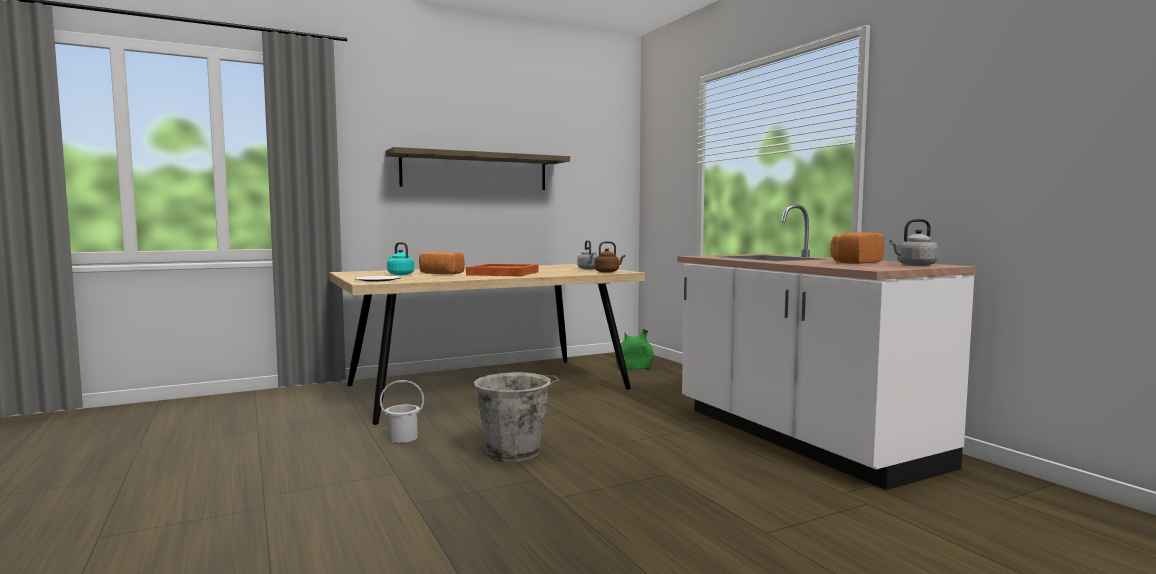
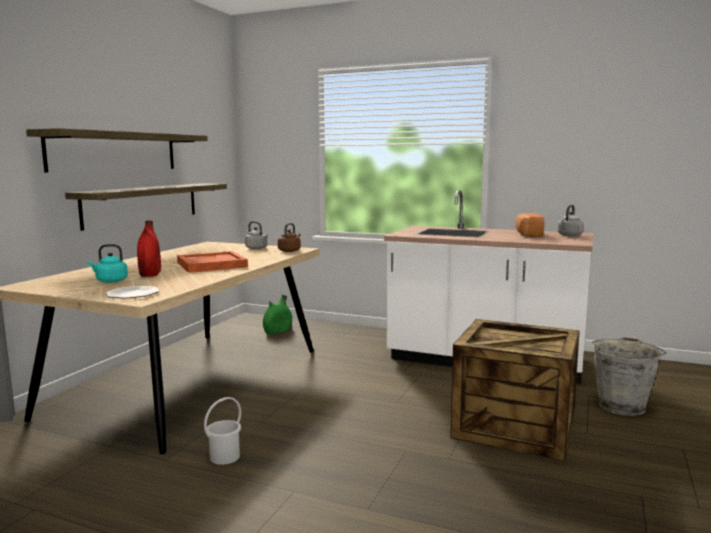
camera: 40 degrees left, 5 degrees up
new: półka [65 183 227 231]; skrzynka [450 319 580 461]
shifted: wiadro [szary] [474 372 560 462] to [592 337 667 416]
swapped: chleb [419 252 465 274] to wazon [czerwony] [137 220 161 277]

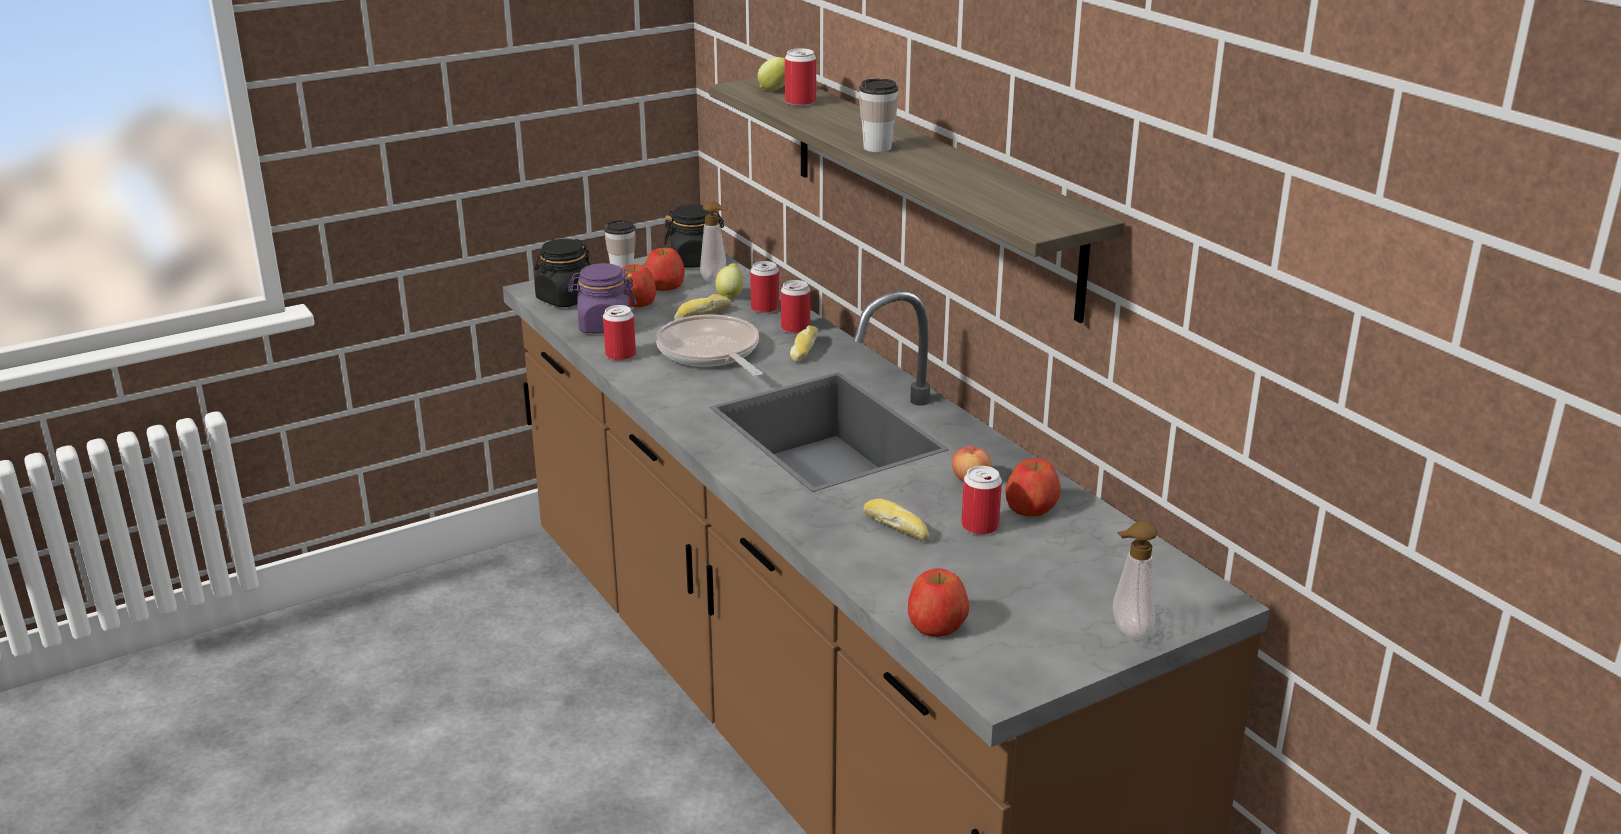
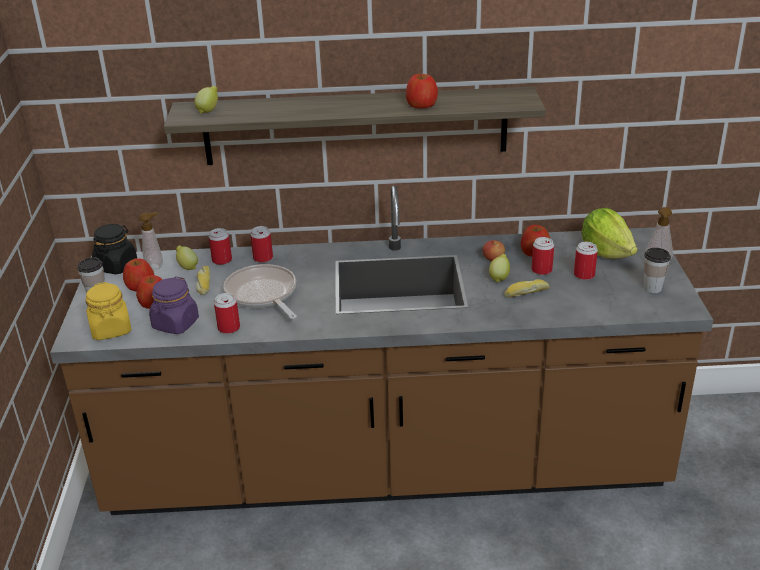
camera: 60 degrees left, 5 degrees up
gone: chleb [790 325 818 363]
new: cytryna [489 254 510 283]; sałata [581 208 638 259]
shifted: puszka [785 48 816 106] to [574 242 598 280]; filiżanka [859 78 898 152] to [644 248 671 293]; jabłko [908 568 969 637] to [406 74 438 108]
repainted: słoik [czarny] [534 239 590 307] to słoik [żółty] [86 282 132 340]
rotated: patelnia [656 314 763 377] = [223 264 297 319] 60 degrees clockwise

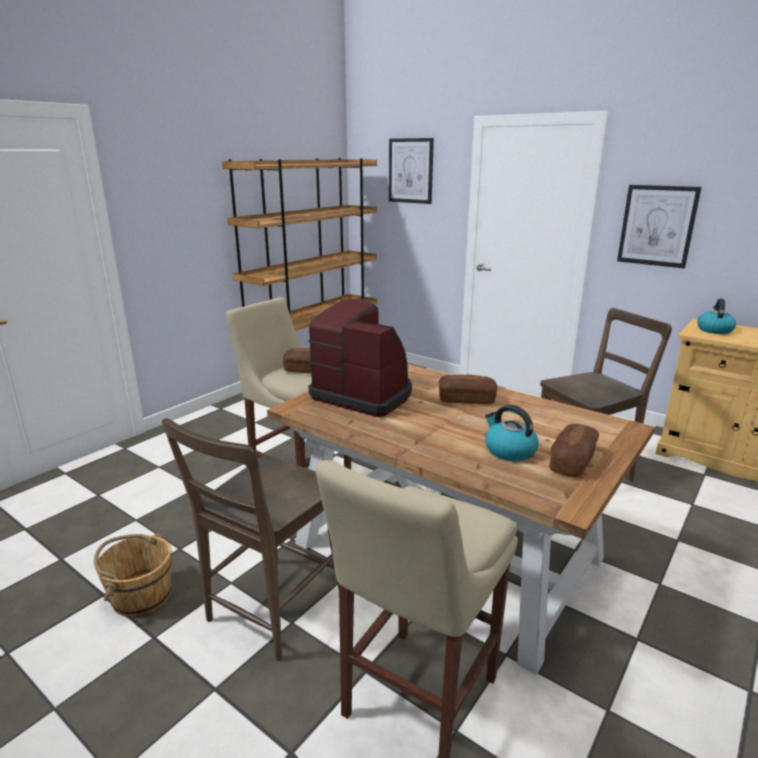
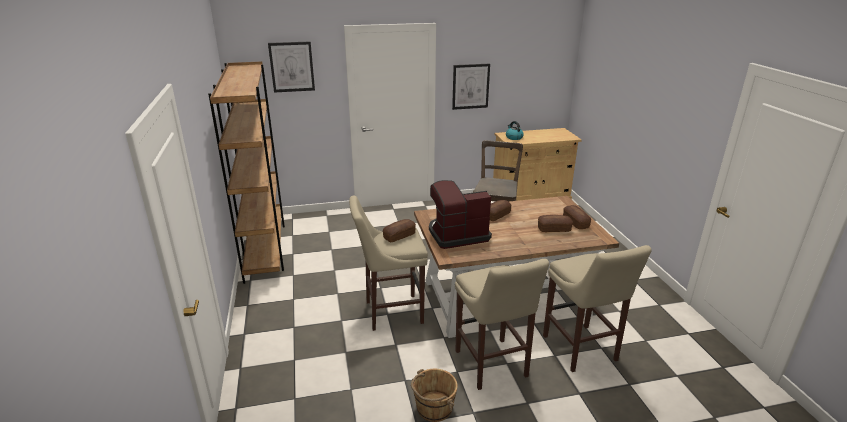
camera: 50 degrees left, 5 degrees up
swapped: krzesło [brązowy] [162 418 339 661] to stołek [beżowy] [455 259 549 390]; czajnik [485 405 539 461] to chleb [538 215 573 232]

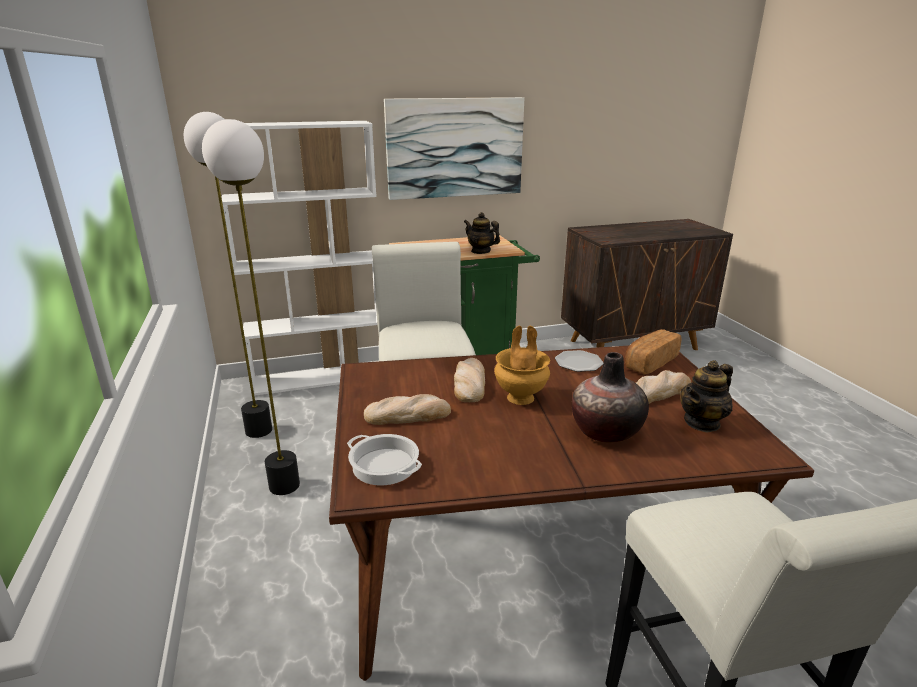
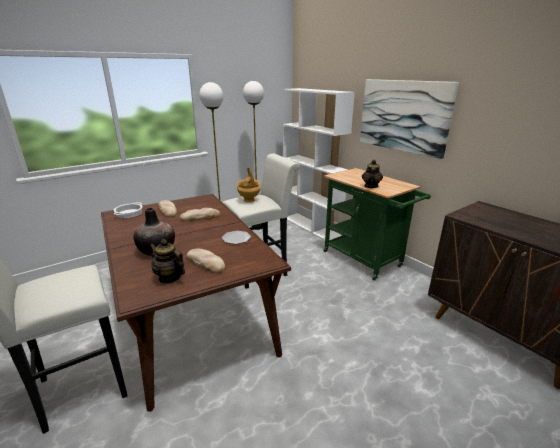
camera: 70 degrees right, 0 degrees up
gone: chleb [625 329 681 374]
shifted: wazon [brązowy] [494 326 550 405] to [237 168 260 202]

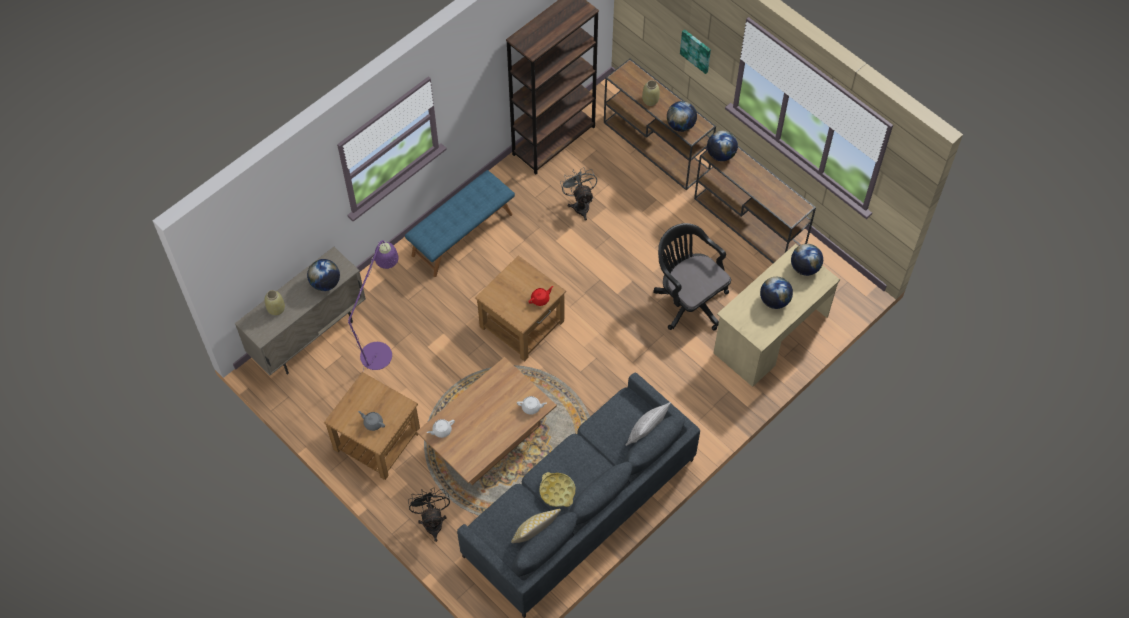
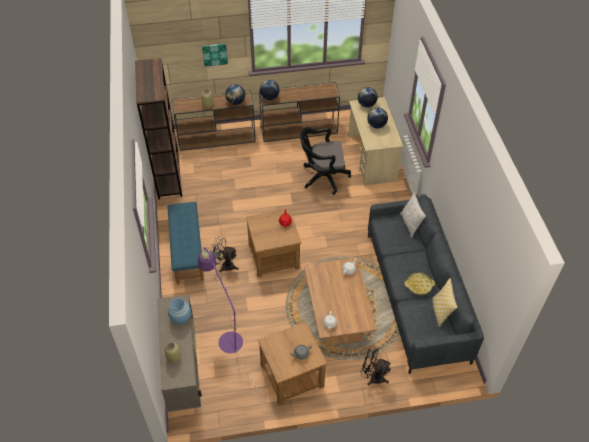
camera: 55 degrees left, 10 degrees down
shifted: wentylator [szary] [560 167 597 221] to [211 237 238 273]
swapped: globus [307 259 340 291] to wazon [niebieski] [168 298 191 324]

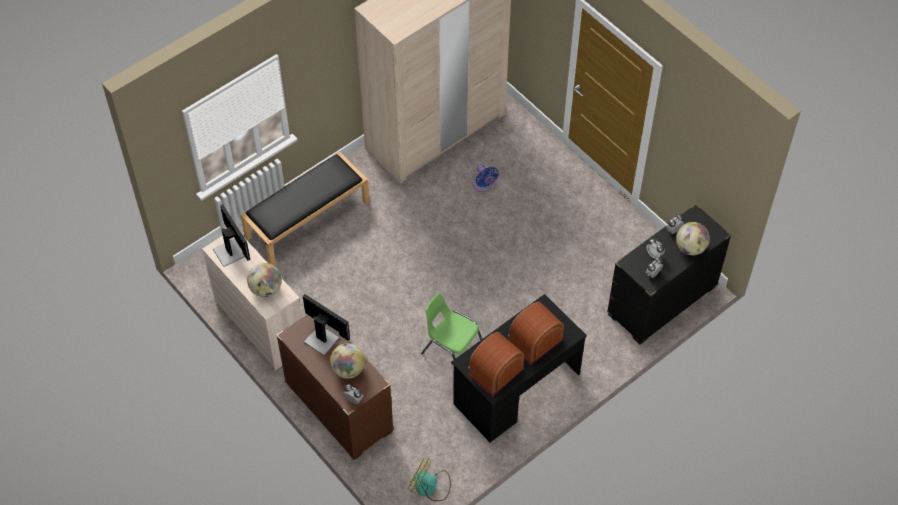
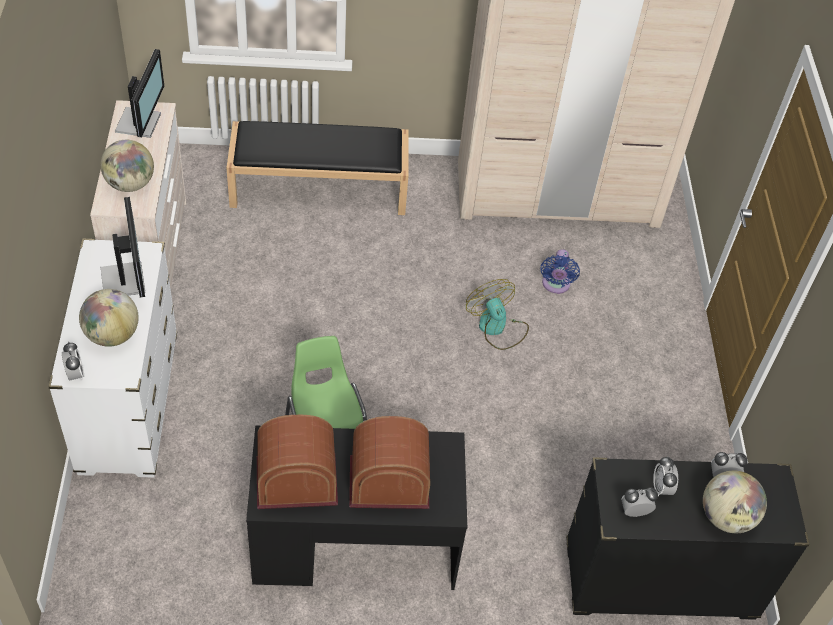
camera: 35 degrees right, 5 degrees down
shifted: wentylator [408 458 451 501] to [466 279 529 350]
repainted: komoda [brązowy] [276 315 394 460] to komoda [biały] [48 238 177 478]

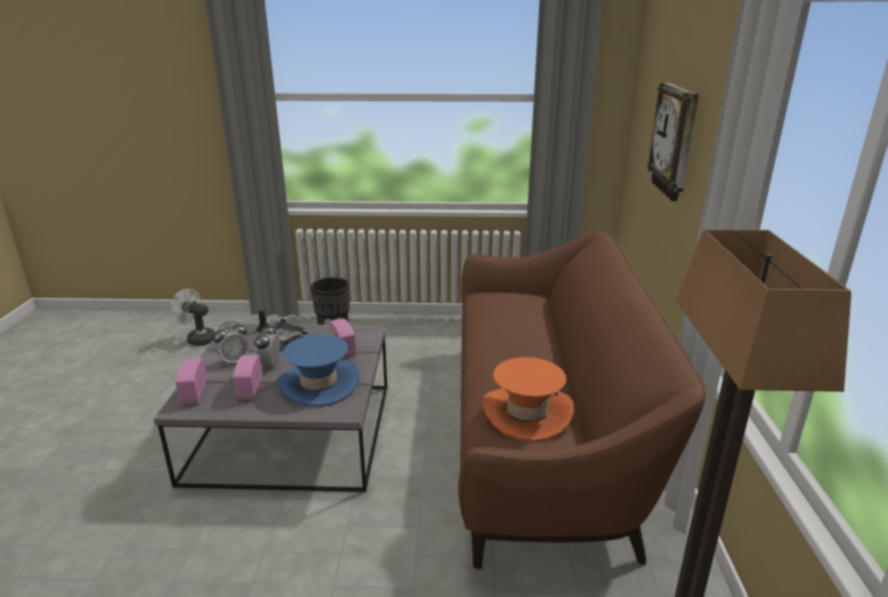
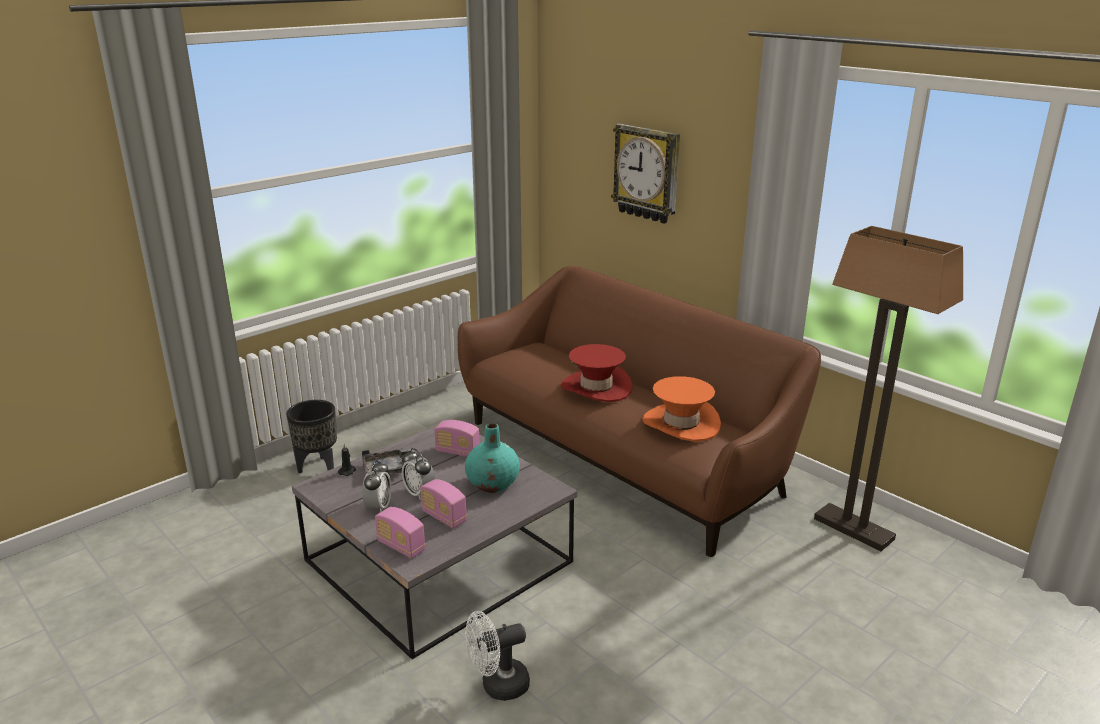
camera: 45 degrees left, 0 degrees up
new: kapelusz [czerwony] [560 344 633 402]
shifted: wentylator [biały] [171 289 215 346] to [465 611 530 701]
swapped: kapelusz [niebieski] [277 335 359 407] to wazon [turkusowy] [465 423 520 493]

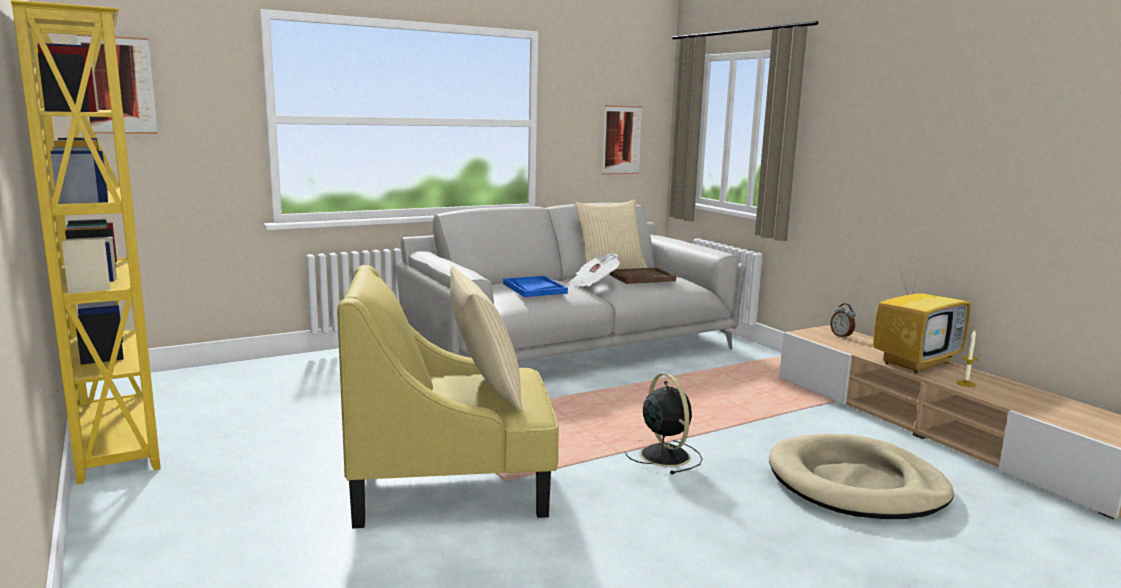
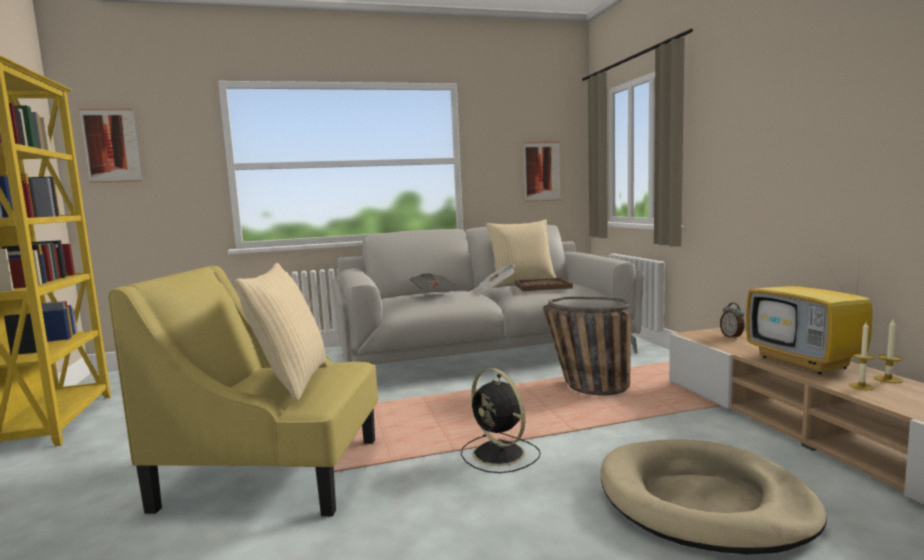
camera: 15 degrees right, 5 degrees down
new: koszyk [543 297 631 395]; świeca [874 320 903 383]
swapped: taca [niebieski] [503 276 568 297] to gazeta [410 274 455 293]
rotated: wentylator [czarny] [625 373 703 474] = [461 368 541 473] 150 degrees clockwise; telewizor [873 249 970 373] = [746 238 872 374] 90 degrees clockwise

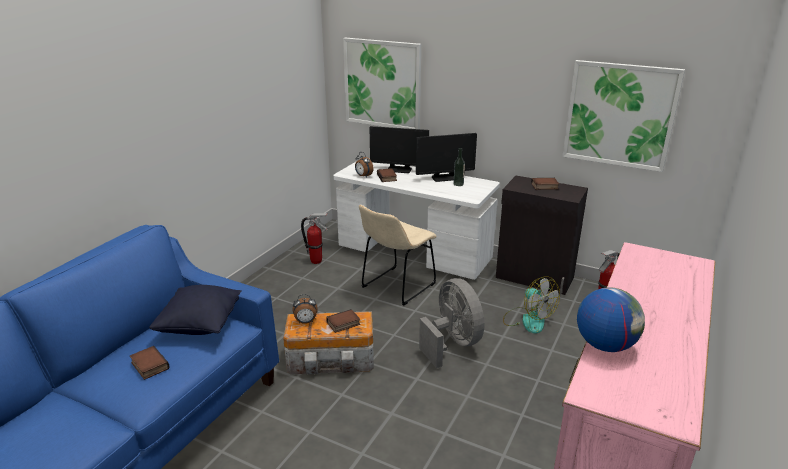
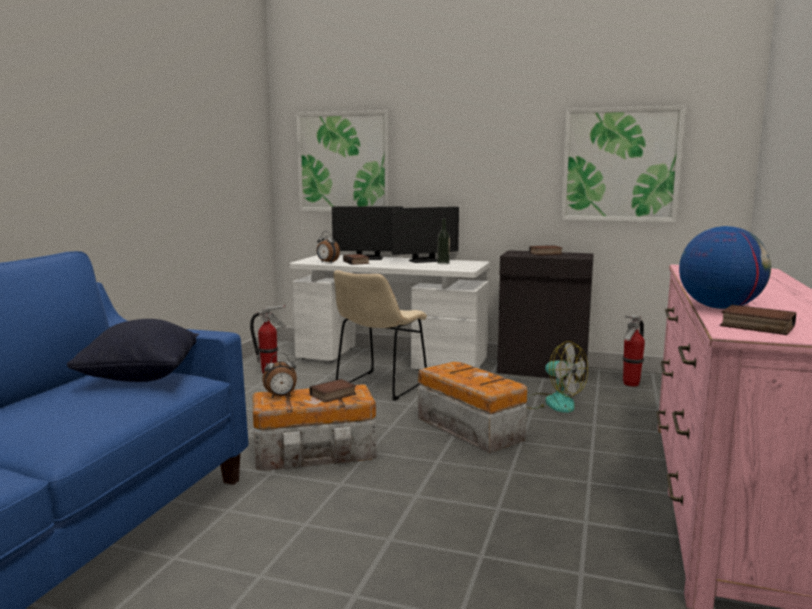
camera: 10 degrees left, 15 degrees down
shifted: książka [130 346 170 380] to [720 305 796 335]
swapped: wentylator [szary] [419 278 484 368] to pojemnik do przechowywania [418 362 527 453]

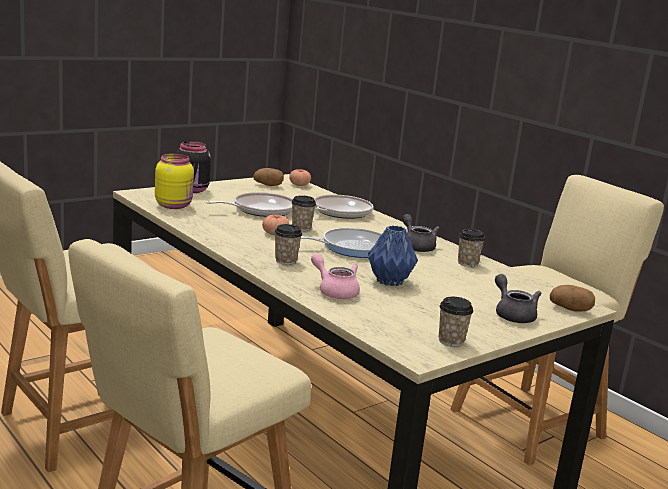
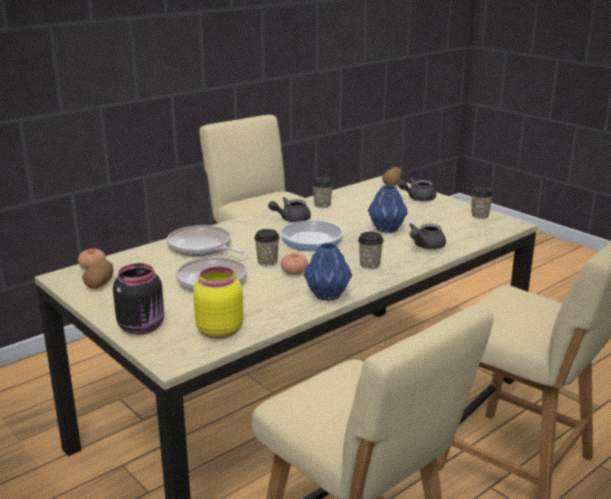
camera: 90 degrees left, 5 degrees up
new: wazon [niebieski] [304 243 352 301]
repainted: imbryk [różowy] [311 253 360 299] to imbryk [szary] [409 223 446 249]

